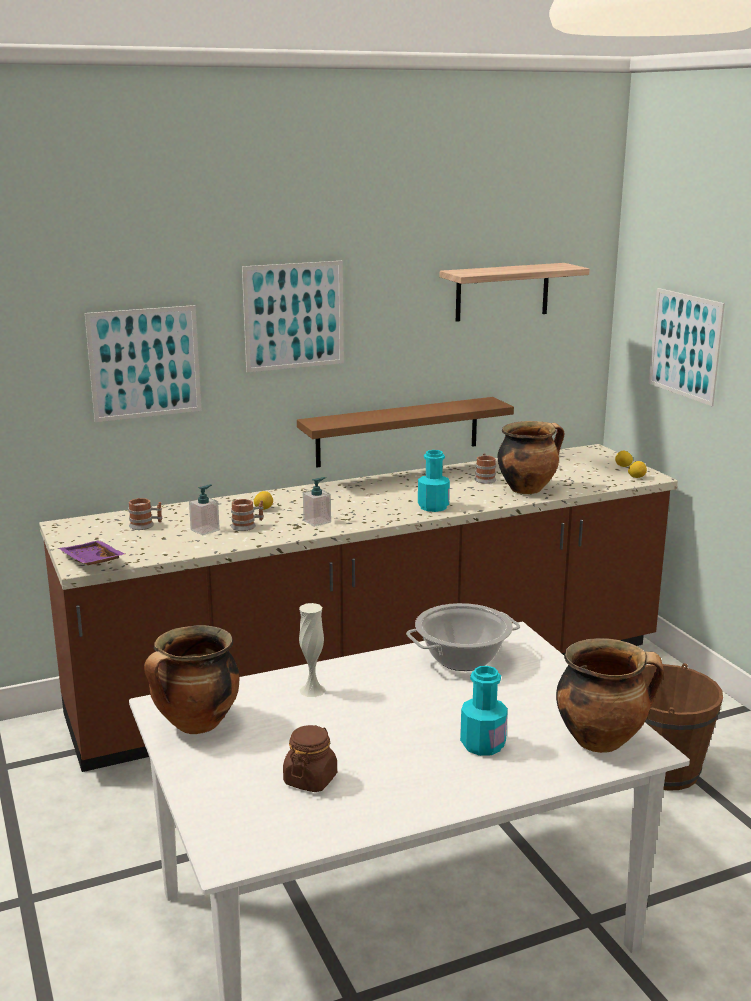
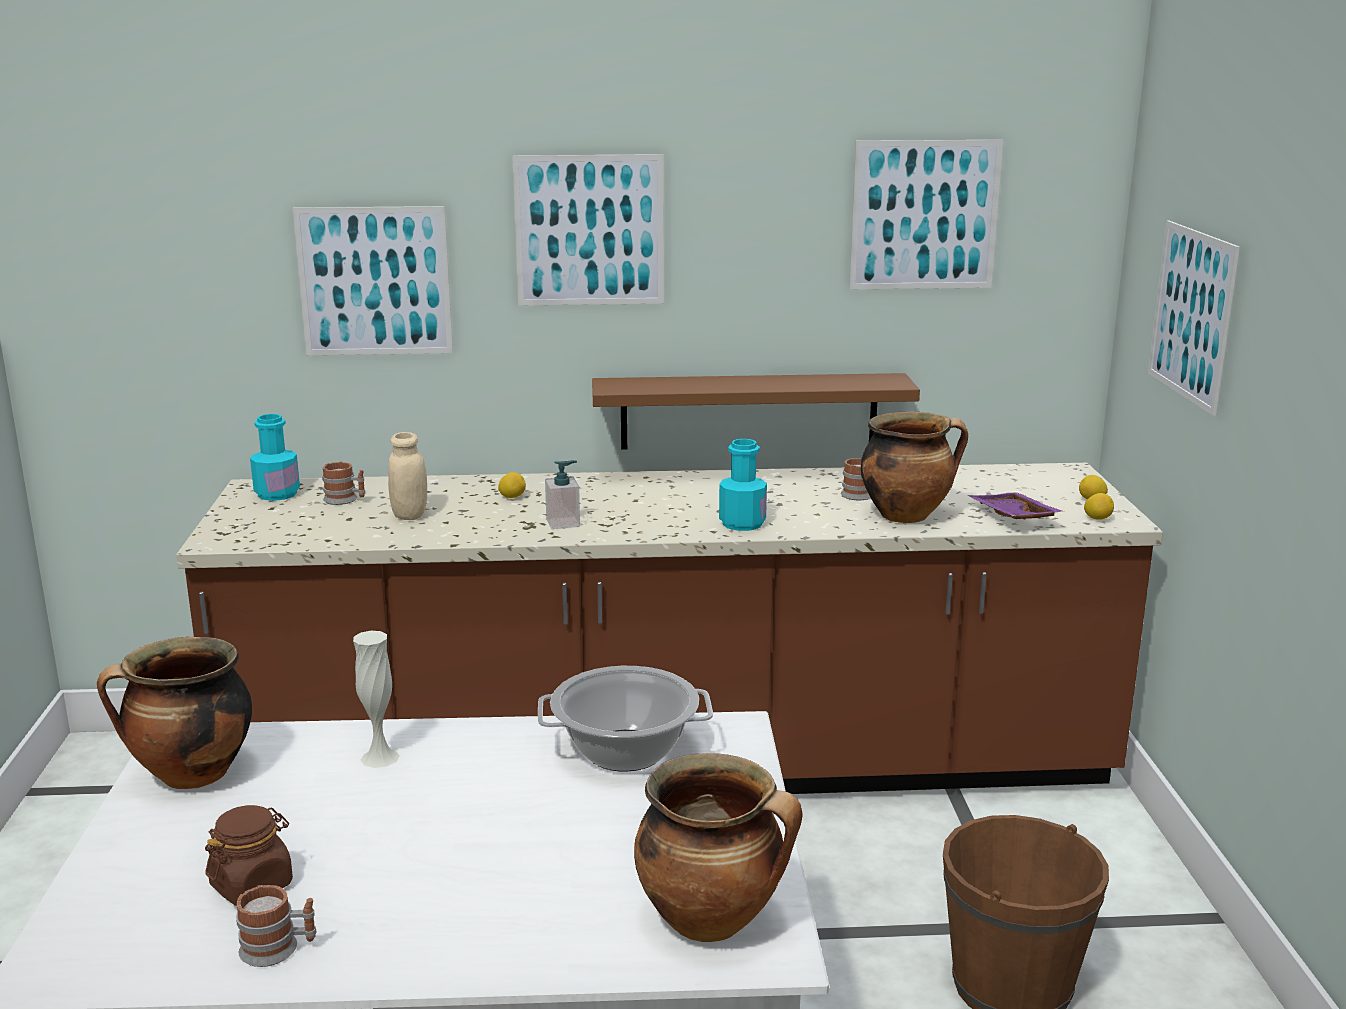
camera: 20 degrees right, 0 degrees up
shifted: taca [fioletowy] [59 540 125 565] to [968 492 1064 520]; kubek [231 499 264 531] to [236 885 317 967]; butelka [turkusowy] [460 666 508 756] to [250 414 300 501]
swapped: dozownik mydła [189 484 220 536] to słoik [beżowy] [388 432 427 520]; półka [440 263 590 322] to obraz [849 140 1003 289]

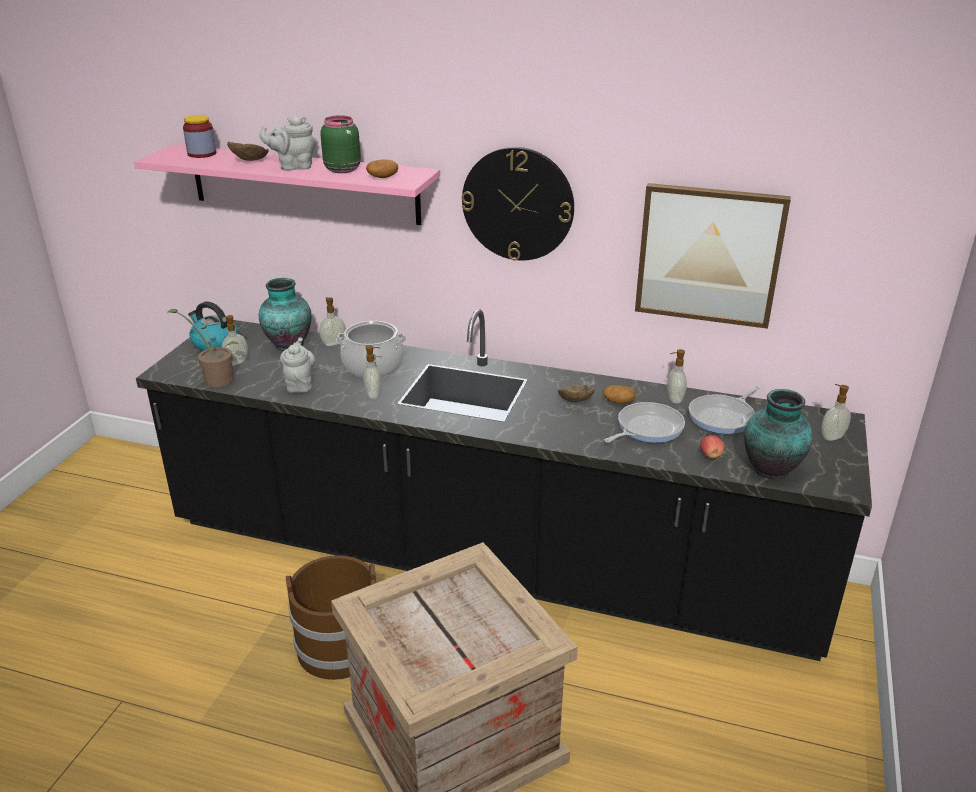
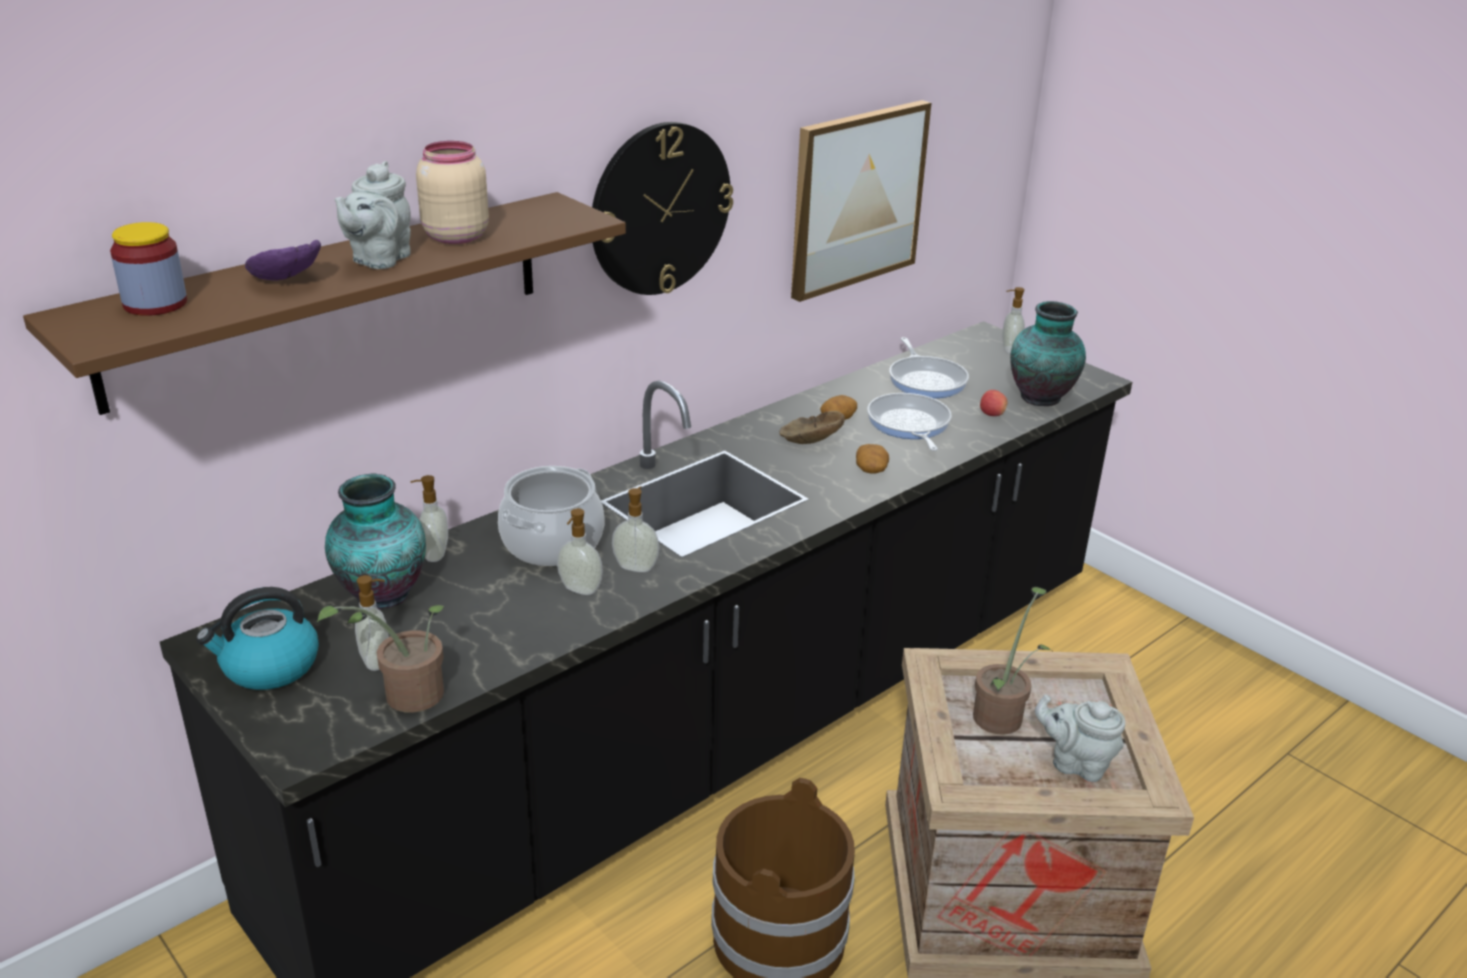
camera: 60 degrees left, 0 degrees up
new: roślina doniczkowa [973 587 1053 735]
shifted: imbryk [szary] [280 337 315 393] to [1035 694 1125 782]; ziemniak [366 159 398 178] to [856 444 889 474]; dozownik mydła [667 349 687 404] to [557 508 603 595]
repainted: półka [różowy] [134 144 440 225] to półka [brązowy] [23 192 626 415]; miska [brązowy] [227 142 269 161] to miska [fioletowy] [245 240 321 281]; słoik [zielony] [320 115 361 173] to słoik [beżowy] [416 141 489 244]

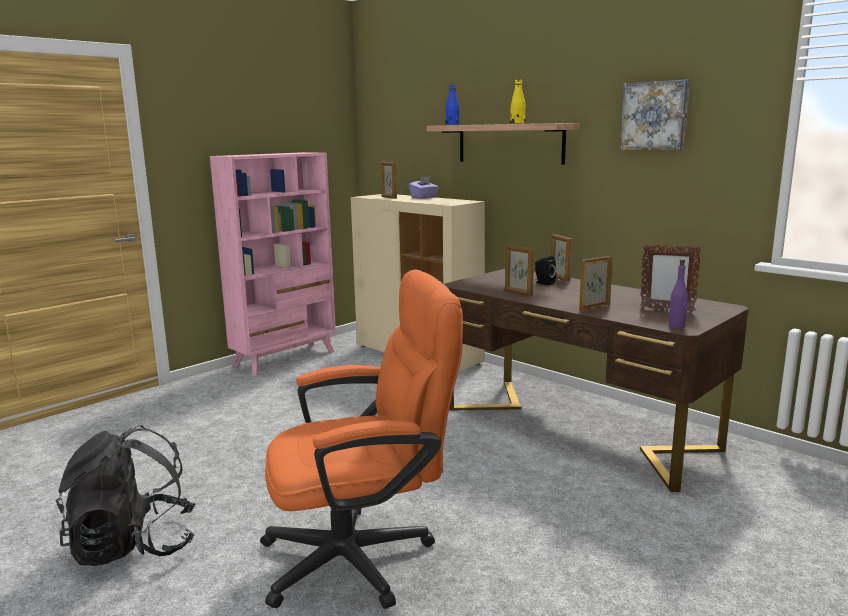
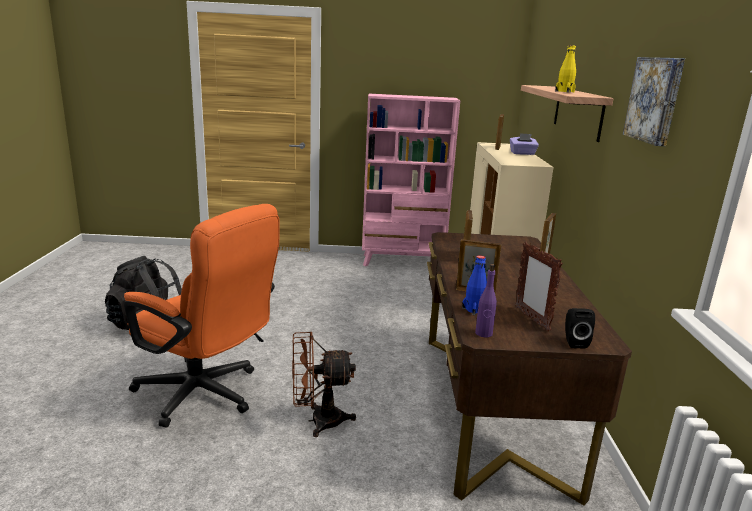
camera: 45 degrees right, 5 degrees up
new: wentylator [brązowy] [292 332 356 437]
shifted: butelka [niebieski] [445 85 460 125] to [462 255 487 315]; głośnik [czarny] [535 256 556 285] to [565 308 595 349]

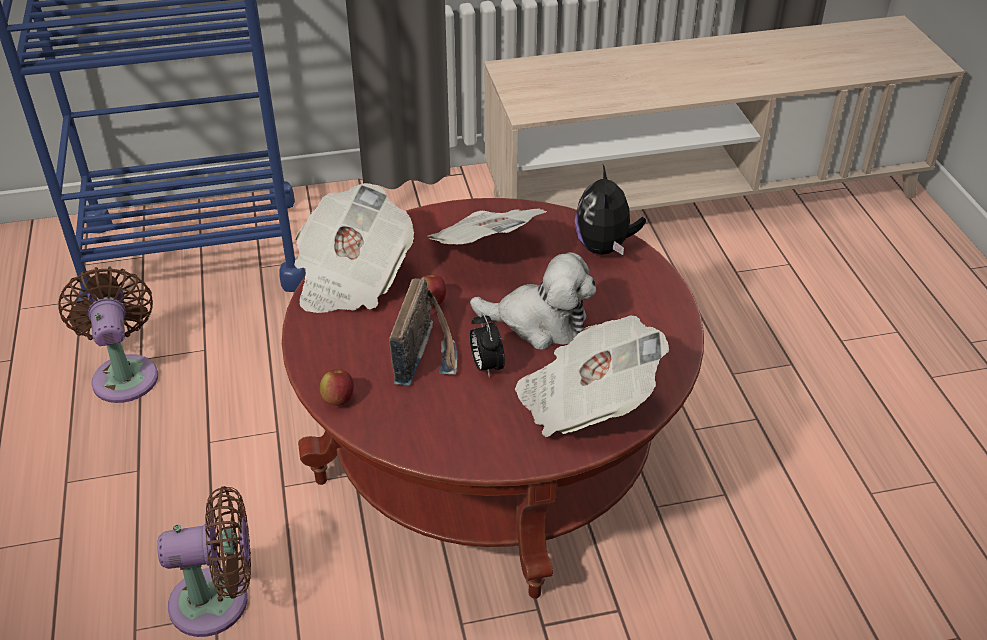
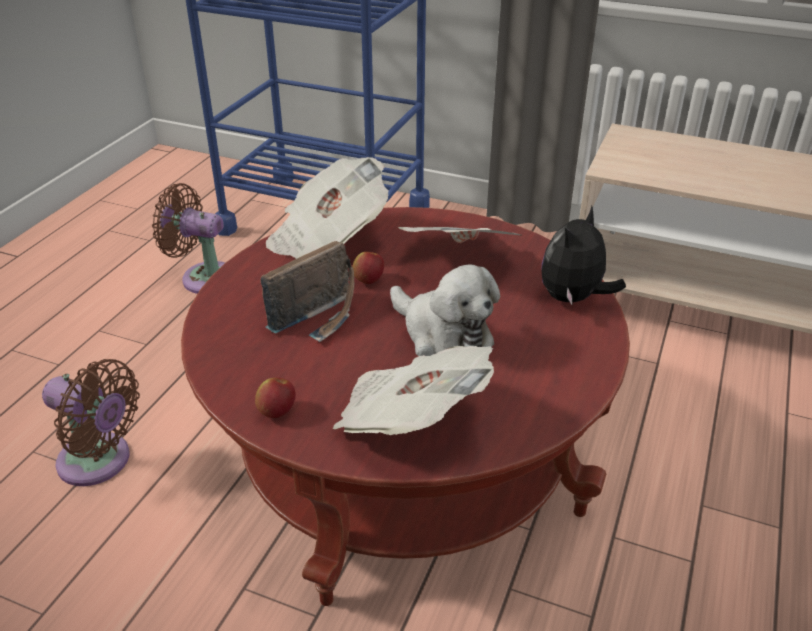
camera: 35 degrees right, 5 degrees down
gone: budzik [470 313 505 378]
shifted: jabłko [320 369 354 406] to [255 377 296 418]
rotated: wentylator [brązowy] [58 266 158 403] = [152 183 225 294] 90 degrees counterclockwise

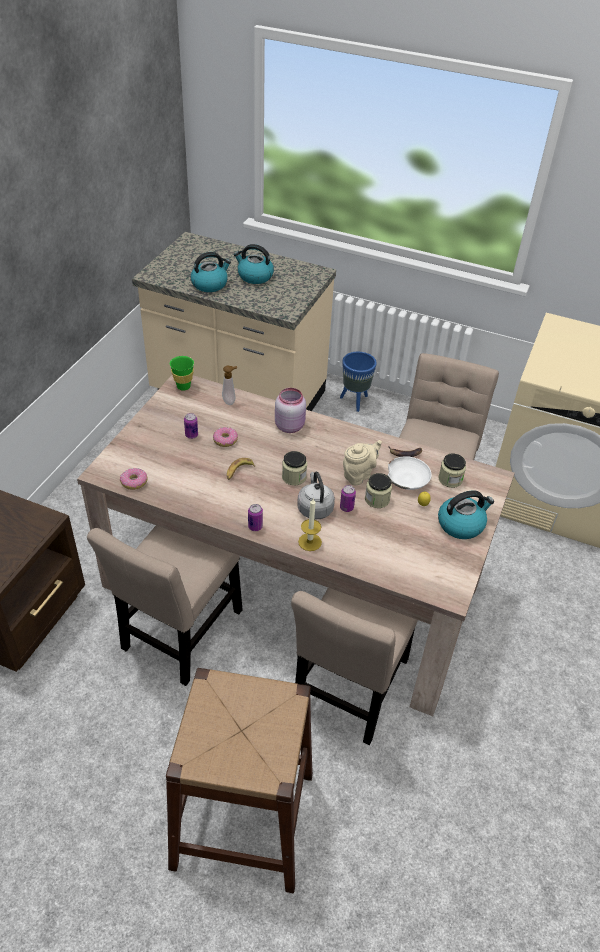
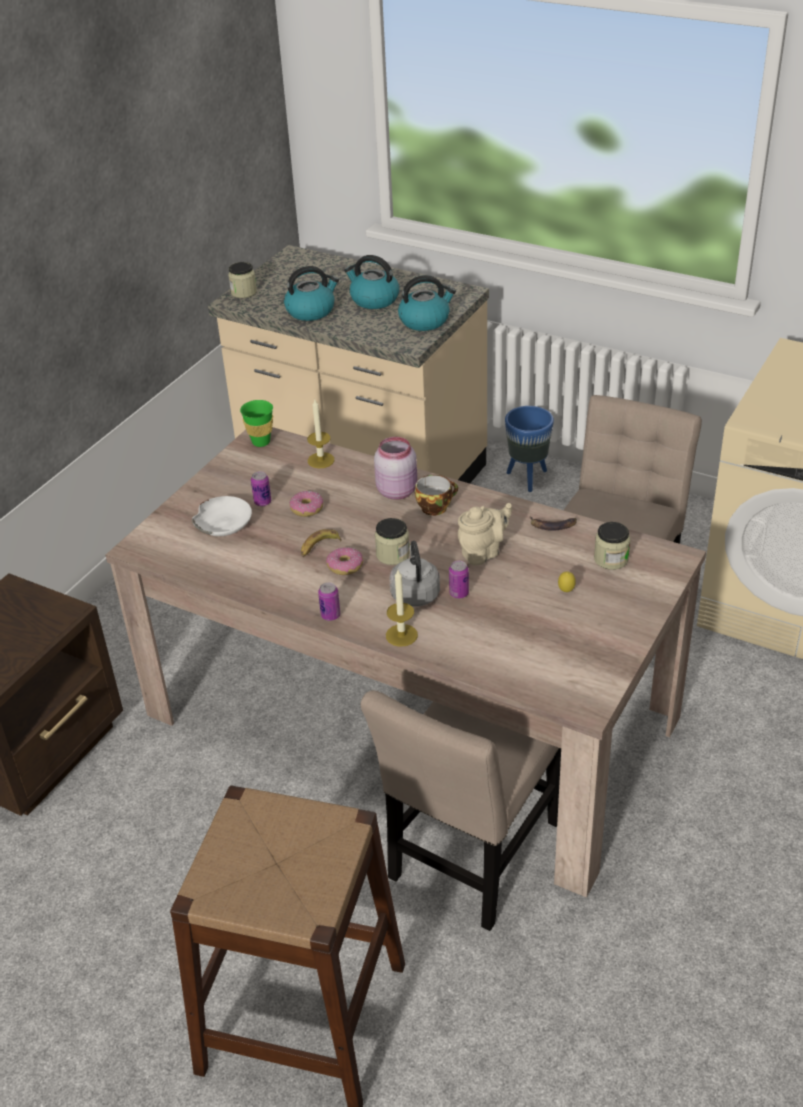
camera: 10 degrees right, 5 degrees down
gone: krzesło [beżowy] [87 526 243 686]
new: filiżanka [415 475 458 516]
shifted: donut [120 468 148 490] to [326 547 363 575]; słoik [365 473 392 508] to [228 262 257 298]; miska [biały] [388 456 432 490] to [192 496 252 536]; czajnik [438 490 494 539] to [398 275 456 331]
swapped: dozownik mydła [222 366 237 405] to świeca [307 400 334 468]

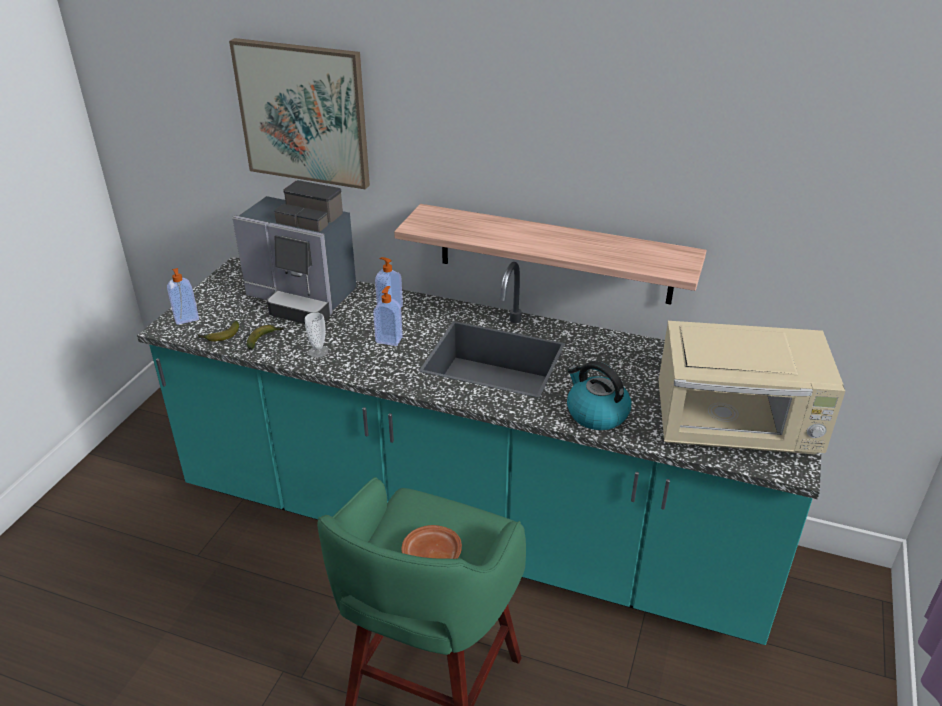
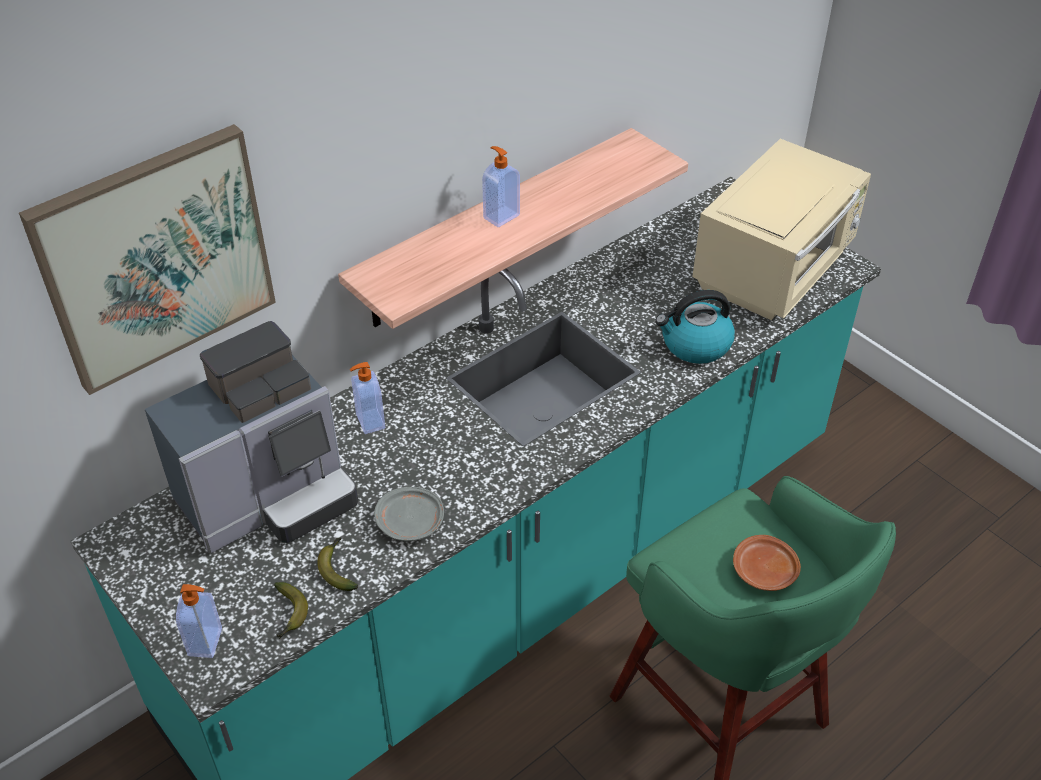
camera: 60 degrees left, 10 degrees up
shifted: dozownik mydła [373 286 403 346] to [482 146 520 227]
swapped: filiżanka [305 312 329 357] to talerz [szary] [374 487 444 541]

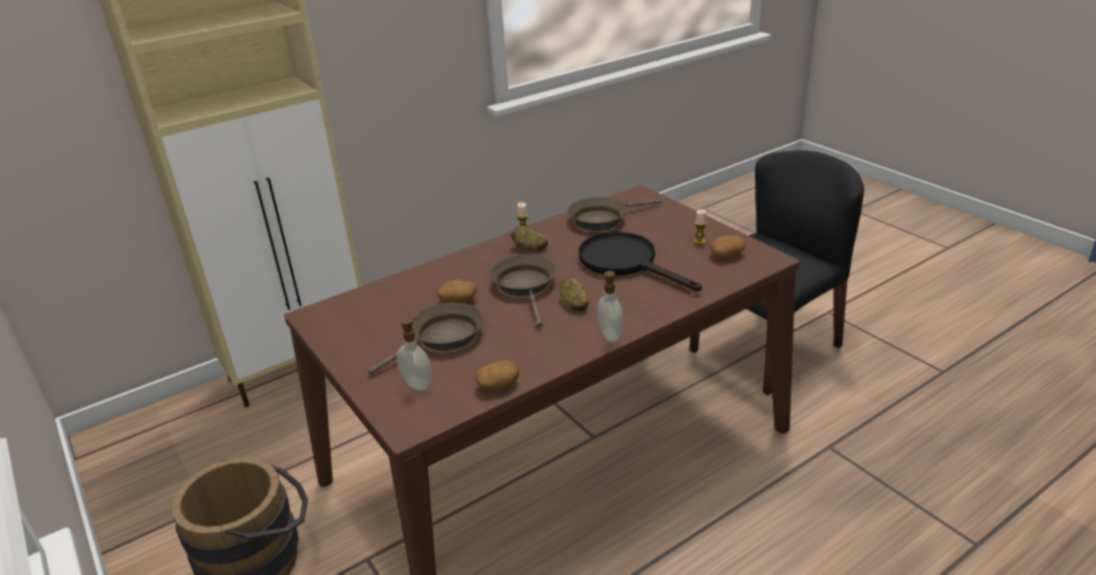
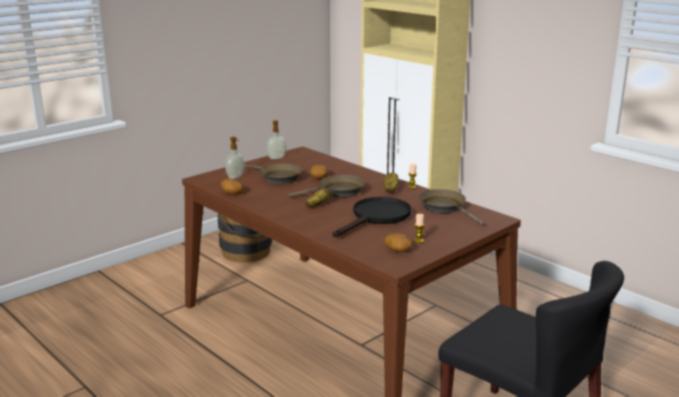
camera: 80 degrees right, 10 degrees down
shifted: dozownik mydła [596 271 623 342] to [266 120 287 159]

